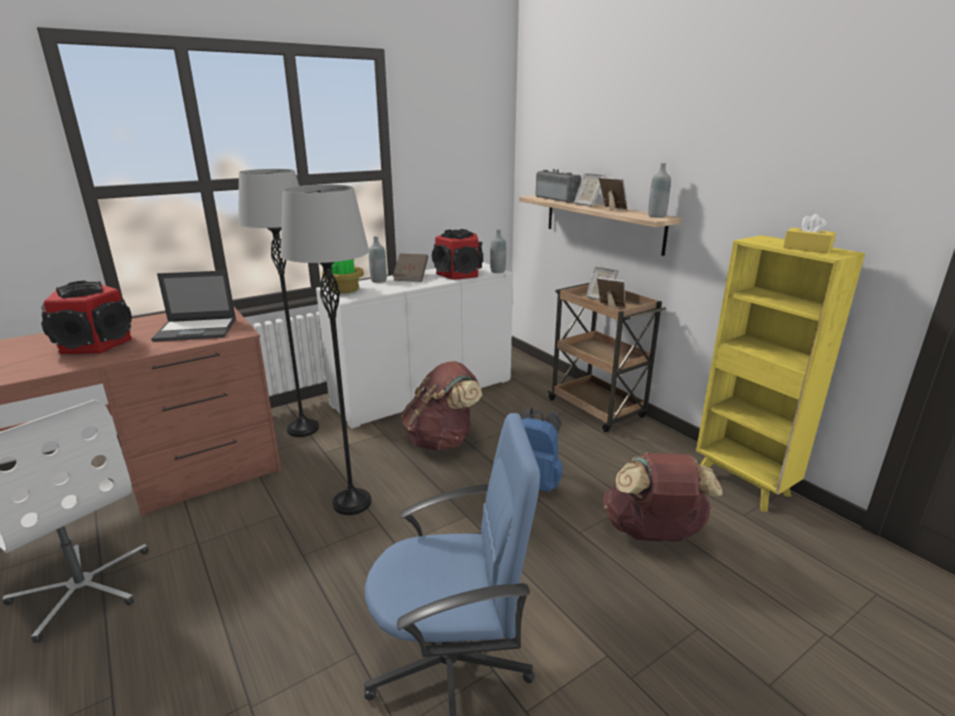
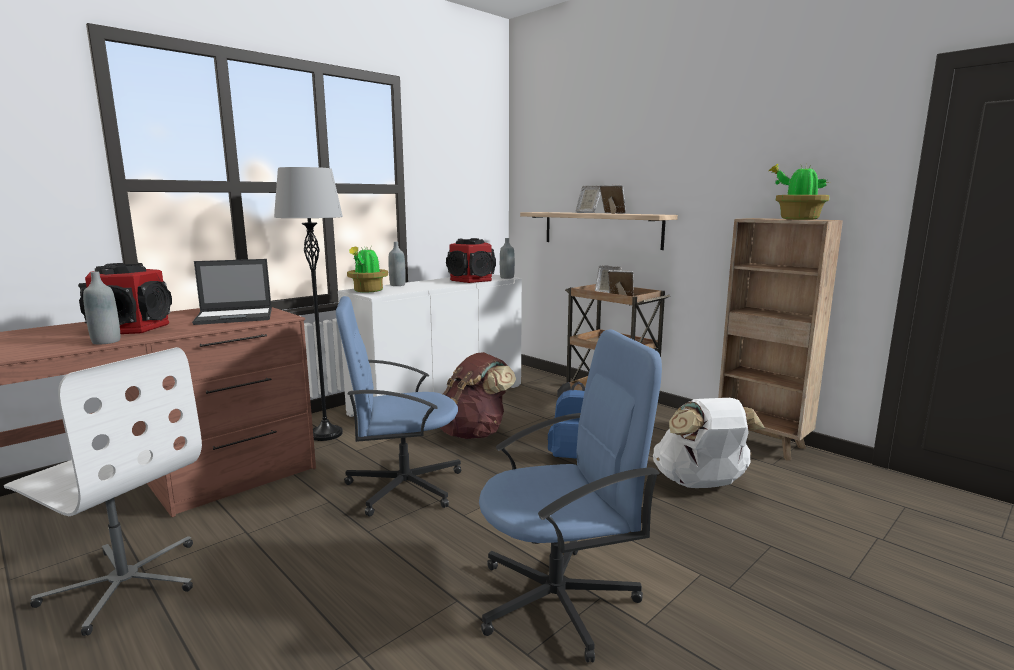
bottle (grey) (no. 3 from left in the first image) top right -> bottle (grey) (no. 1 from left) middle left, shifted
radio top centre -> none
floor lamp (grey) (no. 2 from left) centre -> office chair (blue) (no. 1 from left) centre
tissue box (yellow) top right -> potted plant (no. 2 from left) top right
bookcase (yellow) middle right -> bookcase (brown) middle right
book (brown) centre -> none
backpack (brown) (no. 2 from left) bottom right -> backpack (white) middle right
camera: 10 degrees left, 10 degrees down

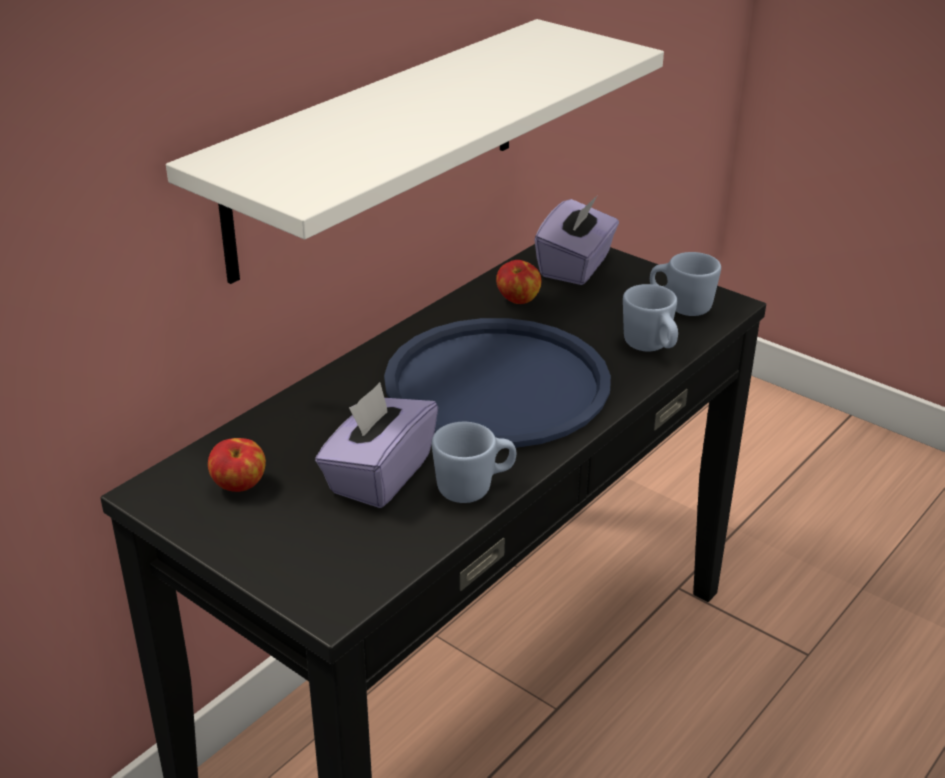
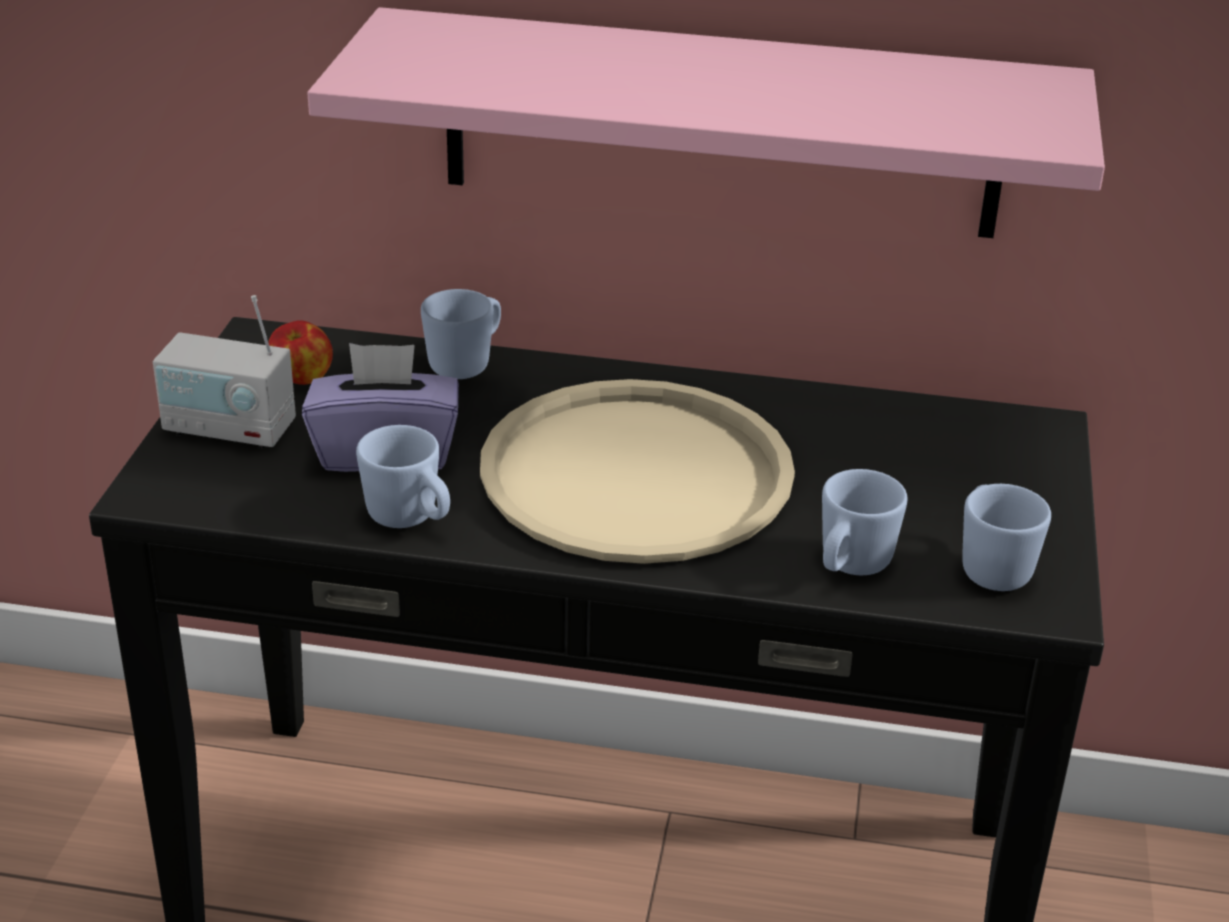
shelf (white) top centre -> shelf (pink) top centre
tissue box (purple) (no. 2 from left) top centre -> none
apple (no. 2 from left) centre -> none
tray (blue) centre -> tray (beige) centre
none -> mug (blue) (no. 2 from left) centre
none -> radio middle left
camera: 60 degrees right, 0 degrees up

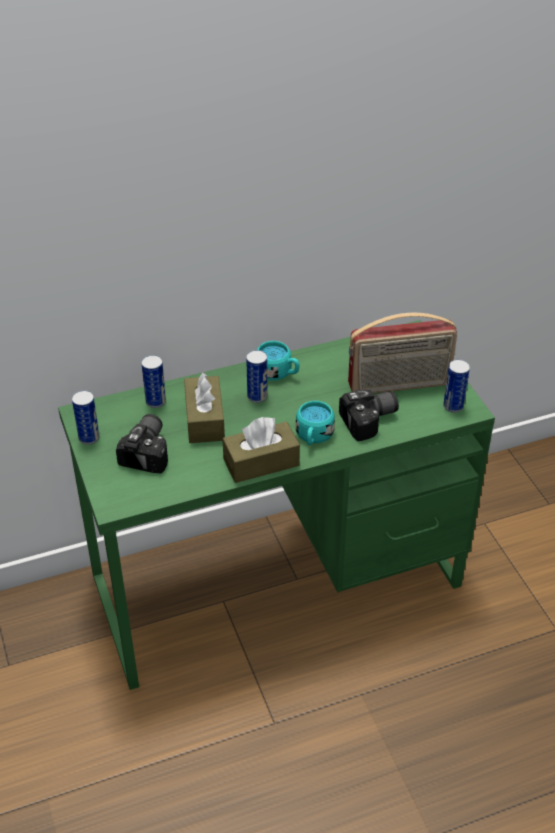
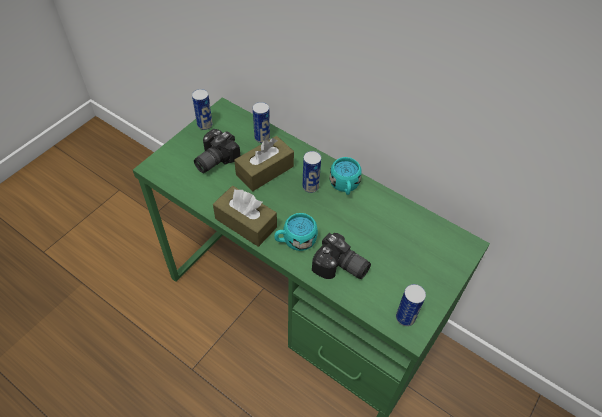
radio middle right -> none
photo camera (no. 1 from left) middle left -> photo camera (no. 1 from left) centre, 150 degrees clockwise
camera: 55 degrees right, 10 degrees up

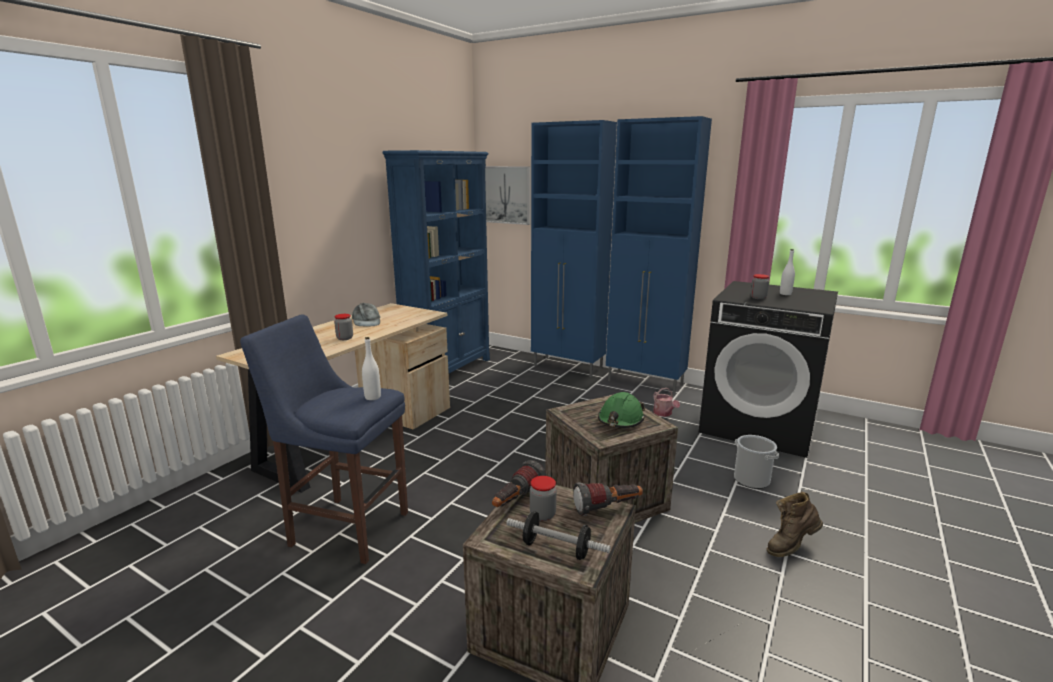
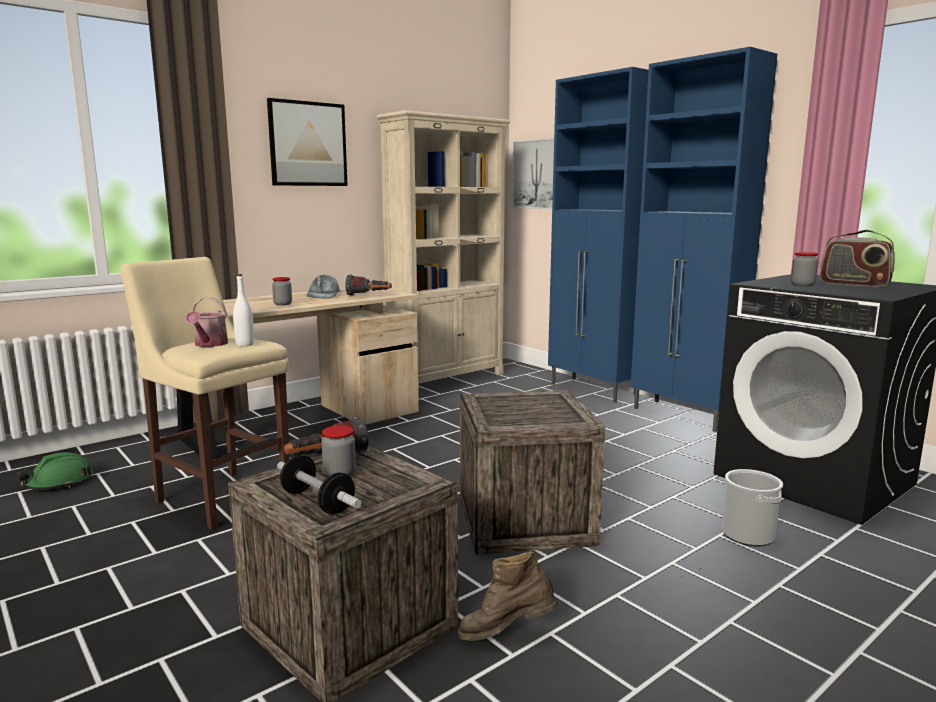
bookcase (blue) centre -> bookcase (beige) centre
bottle (white) (no. 2 from left) middle right -> radio middle right
stool (blue) middle left -> stool (beige) middle left
watering can centre -> watering can middle left, shifted
hard hat (green) centre -> hard hat (green) bottom left, shifted
flashlight (no. 2 from left) bottom centre -> flashlight (no. 2 from left) centre, shifted
boot (brown) bottom right -> boot (brown) bottom centre, shifted
none -> picture (no. 1 from left) top left
camera: 20 degrees right, 5 degrees down

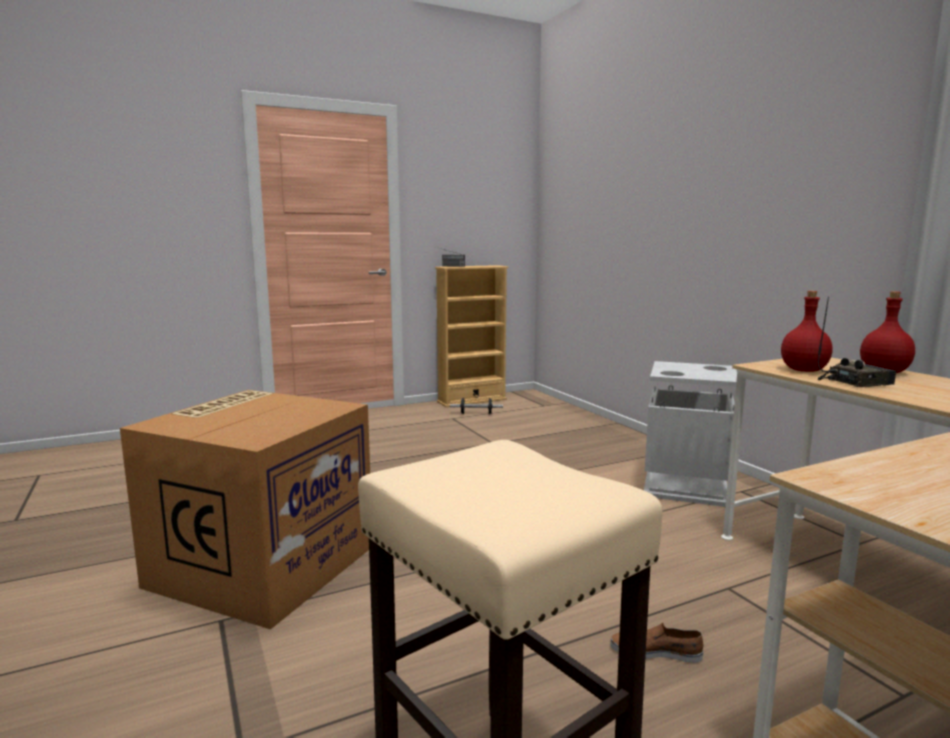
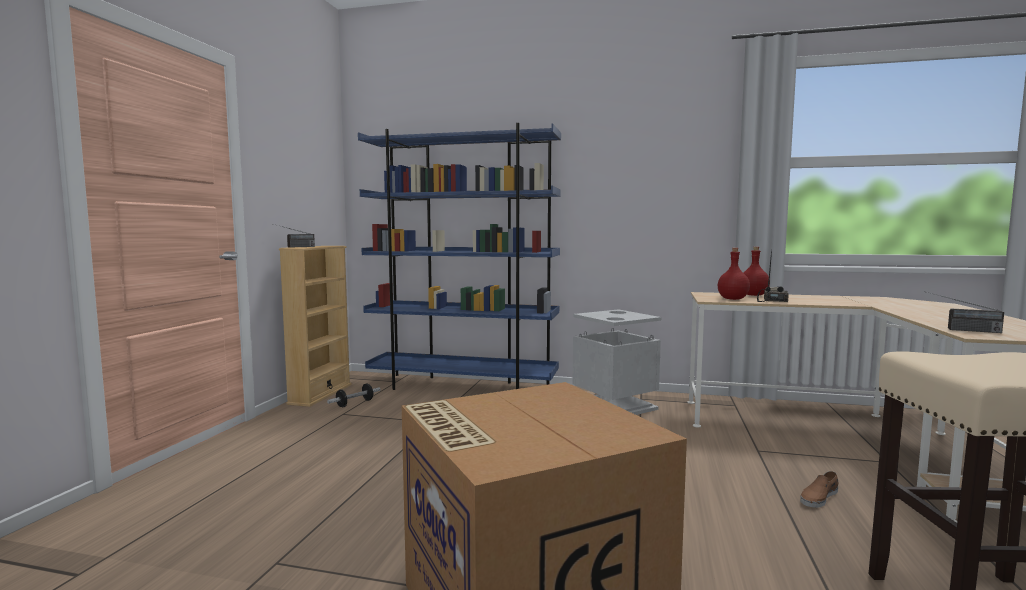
none -> bookcase (blue) centre
none -> radio (no. 3 from left) middle right
camera: 50 degrees left, 5 degrees down

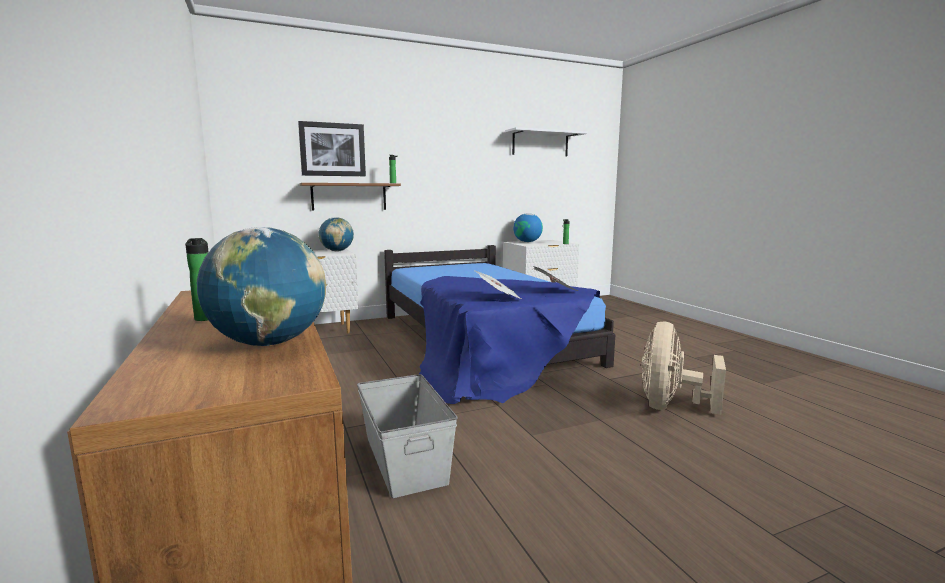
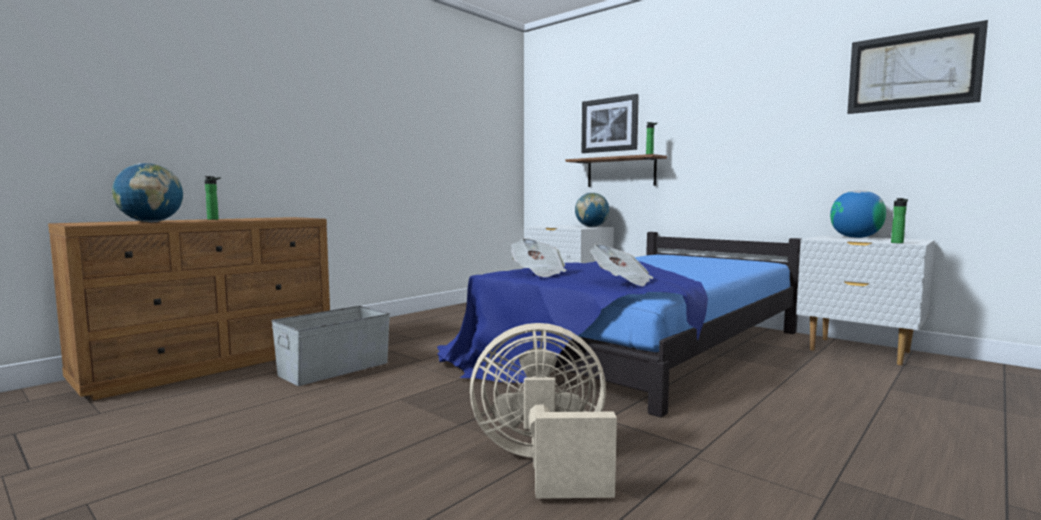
shelf (white) top centre -> picture (no. 2 from left) top right
camera: 65 degrees right, 5 degrees down

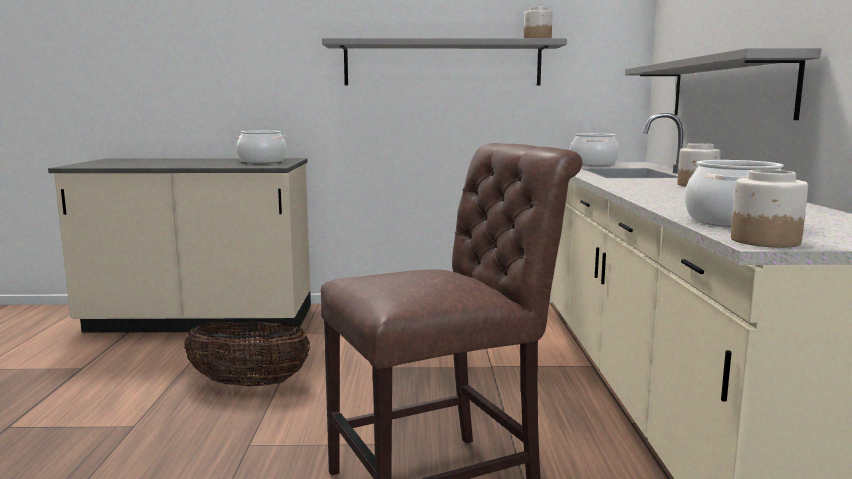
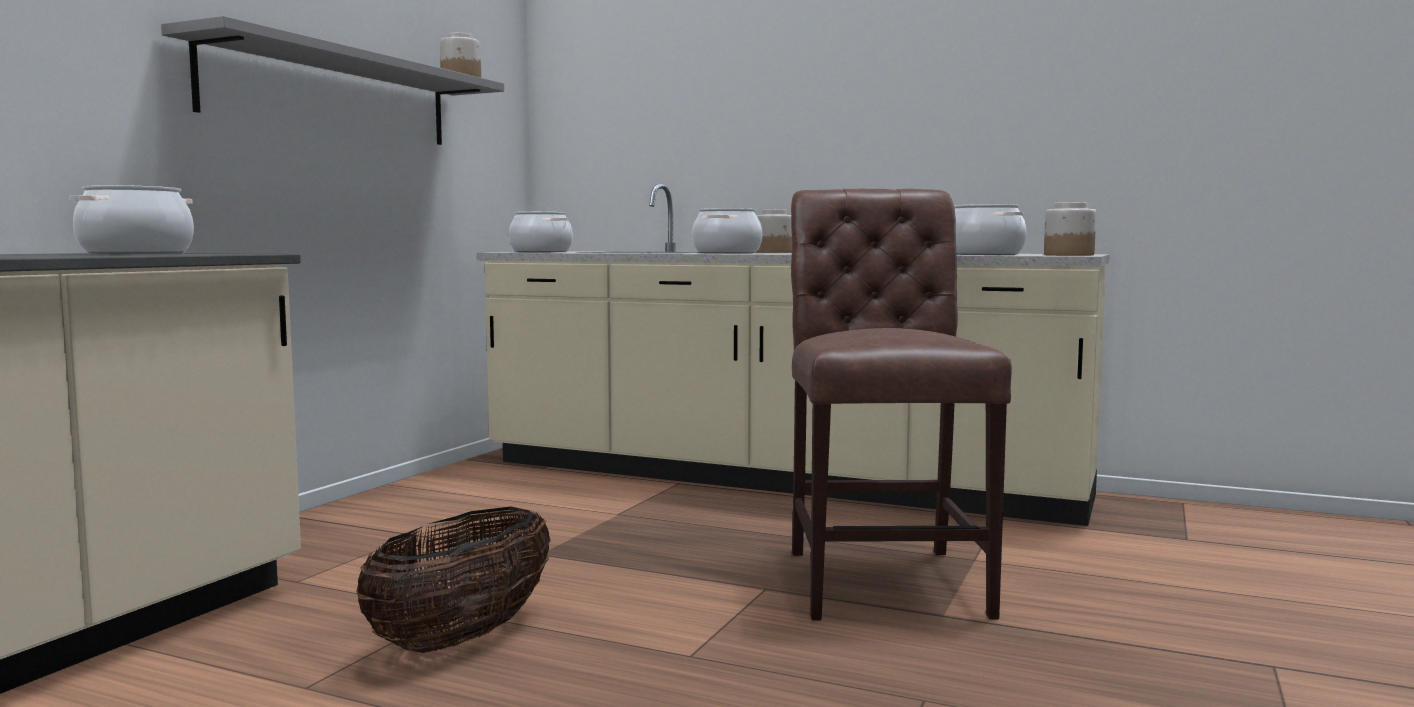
shelf (grey) (no. 2 from left) top right -> none
none -> cooking pot (no. 3 from left) top centre
camera: 65 degrees left, 5 degrees down

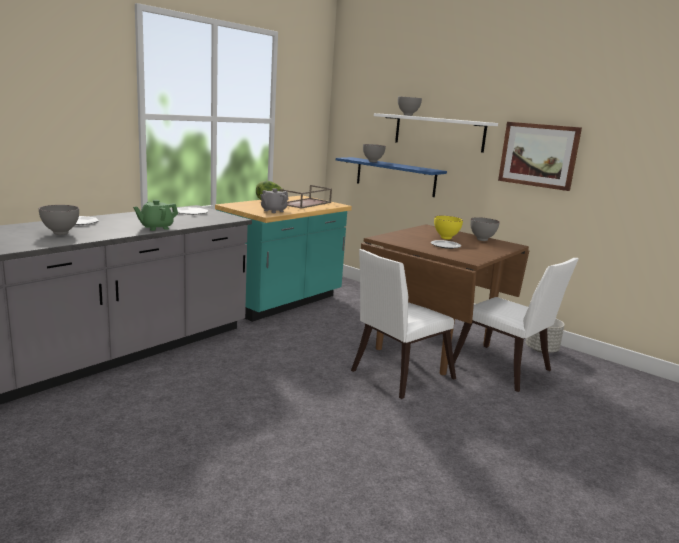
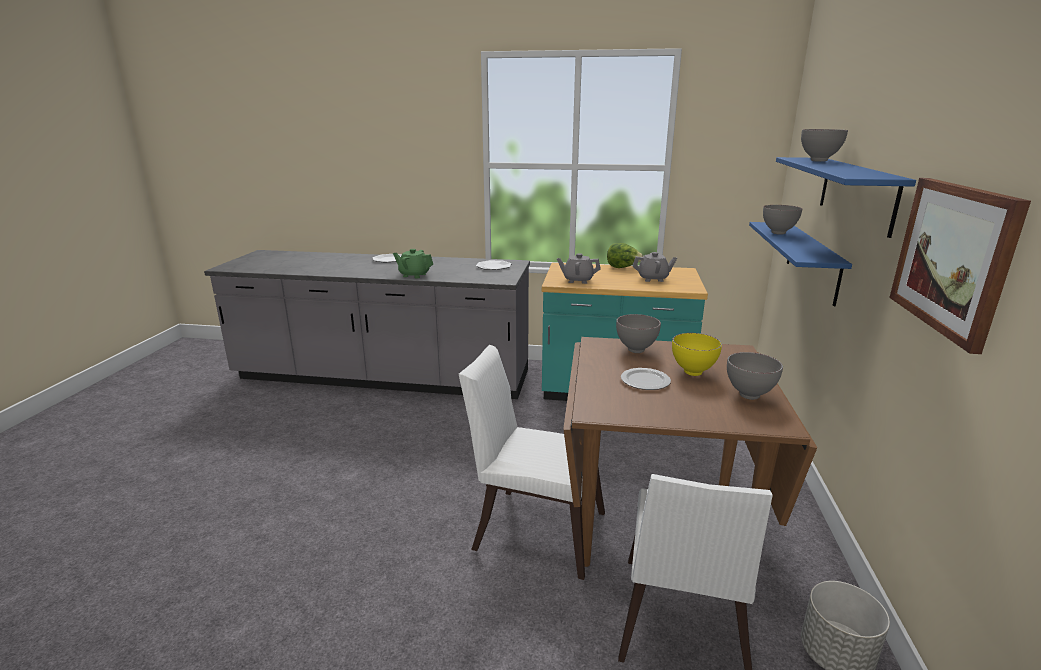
shelf (white) top centre -> shelf (blue) (no. 2 from left) top right
tray (brown) centre -> teapot (grey) (no. 2 from left) centre
bowl (grey) (no. 1 from left) middle left -> bowl (grey) (no. 1 from left) centre, shifted
camera: 60 degrees right, 5 degrees up

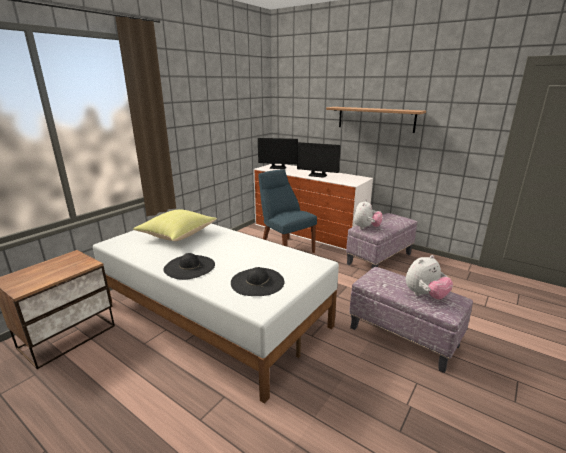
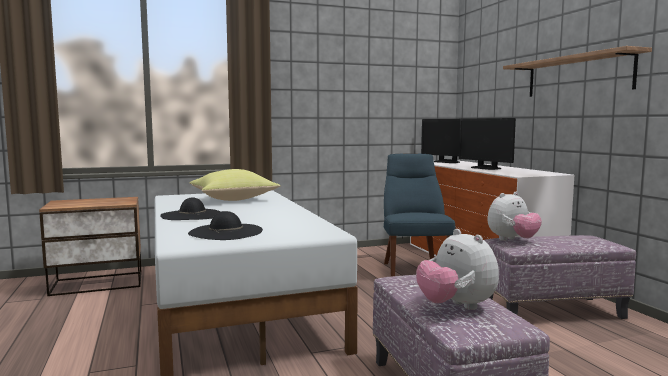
plush toy (no. 2 from left in the first image) middle right -> plush toy (no. 1 from left) bottom right, 60 degrees clockwise
camera: 35 degrees right, 15 degrees down

